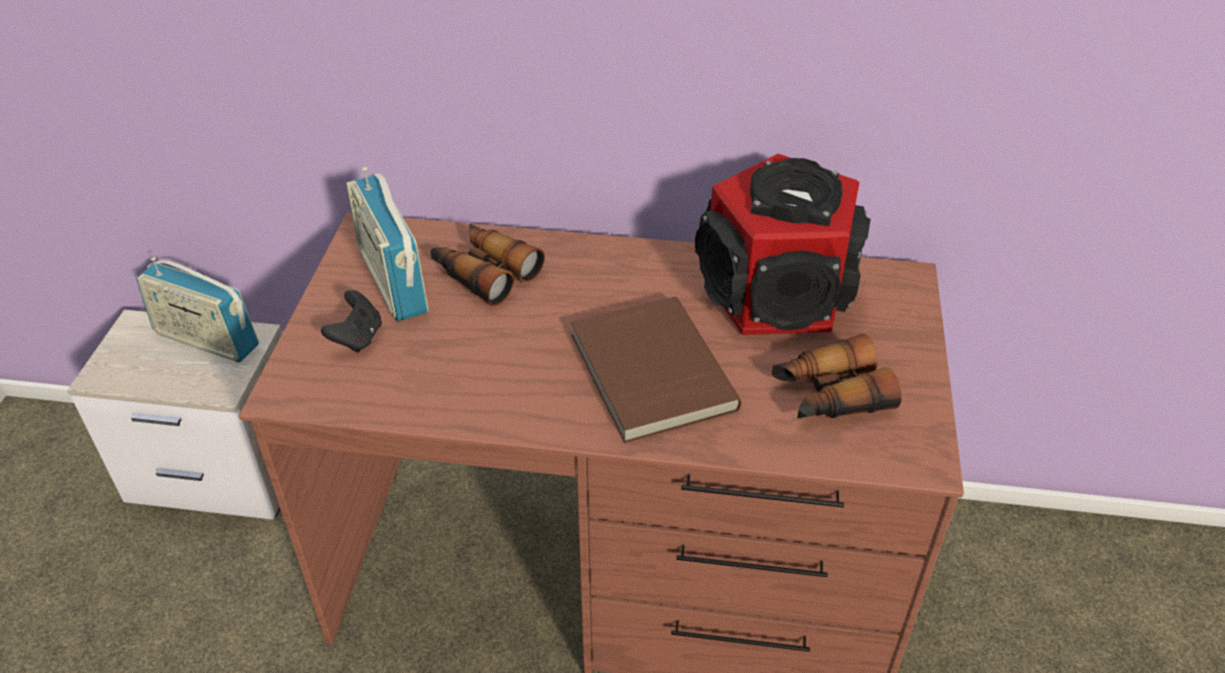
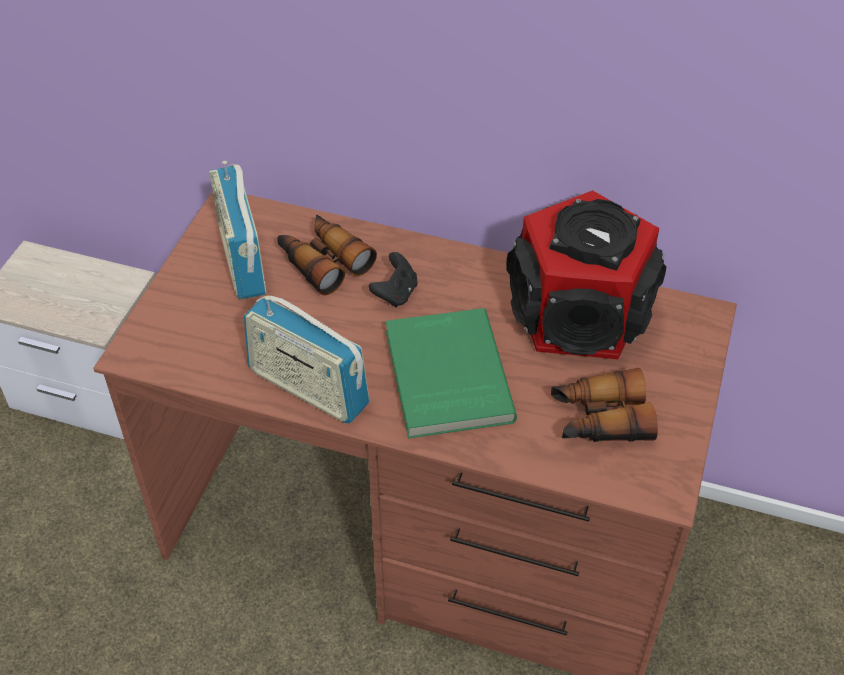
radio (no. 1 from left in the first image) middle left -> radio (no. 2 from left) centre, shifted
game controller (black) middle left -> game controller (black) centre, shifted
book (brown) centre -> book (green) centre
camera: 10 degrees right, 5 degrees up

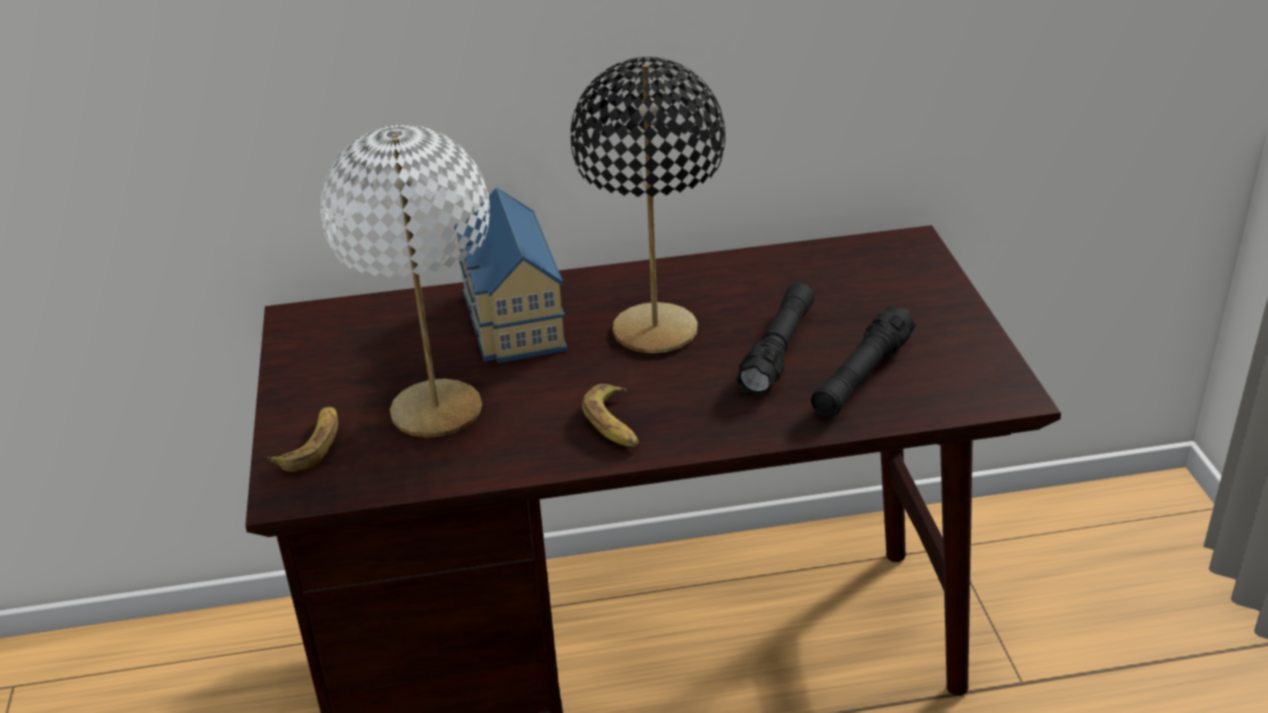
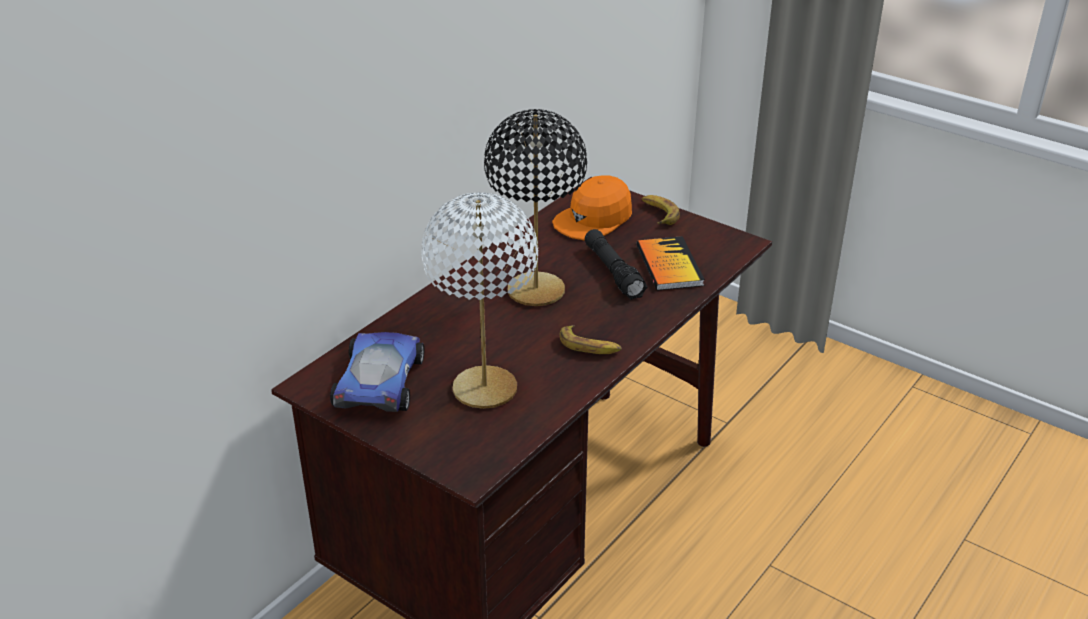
toy house centre -> none
flashlight (black) (no. 2 from left) middle right -> book centre
banana (no. 1 from left in the first image) middle left -> banana (no. 2 from left) centre, shifted
none -> cap (orange) centre
none -> toy car centre
camera: 45 degrees left, 0 degrees up

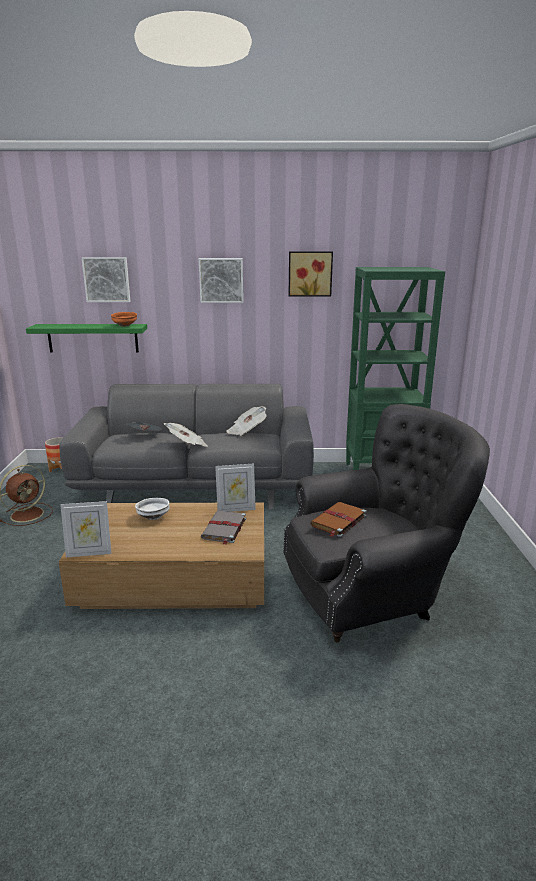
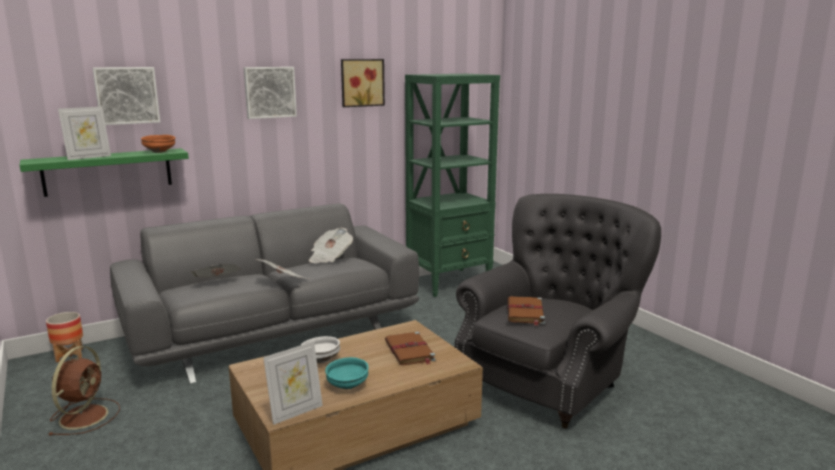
picture frame (no. 2 from left in the first image) centre -> picture frame (no. 1 from left) top left, shifted
book (grey) centre -> book (brown) (no. 1 from left) bottom centre
none -> bowl (turquoise) bottom centre
camera: 30 degrees left, 5 degrees down

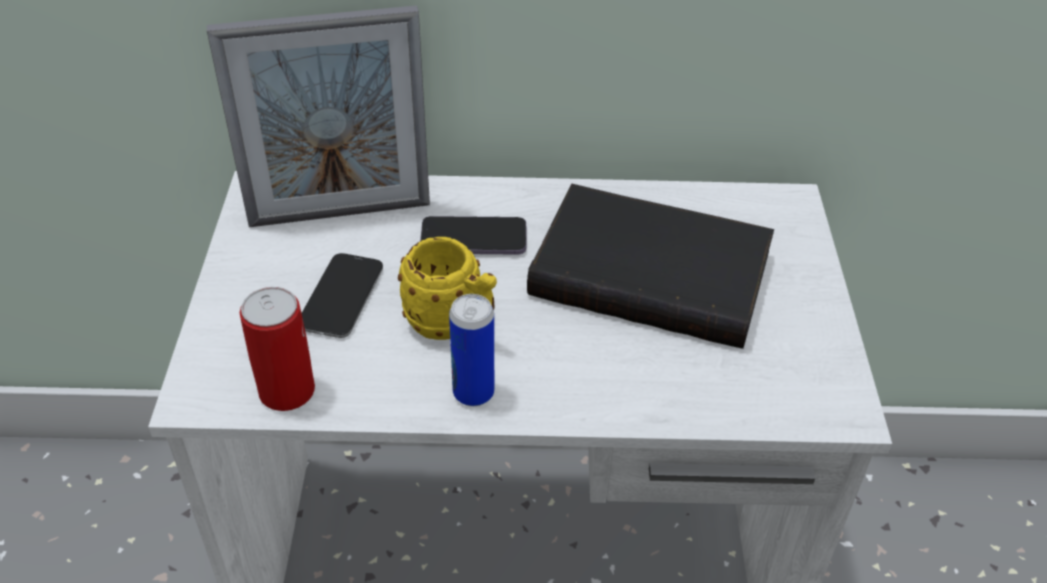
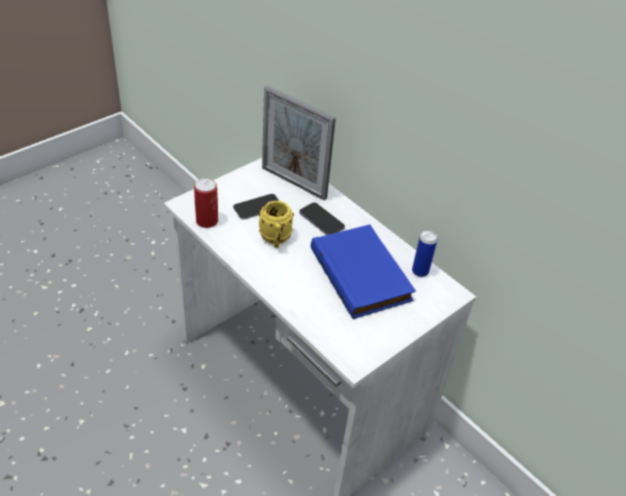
book (black) centre -> book (blue) centre
can (no. 2 from left) centre -> can (no. 2 from left) middle right, shifted
camera: 45 degrees right, 0 degrees up

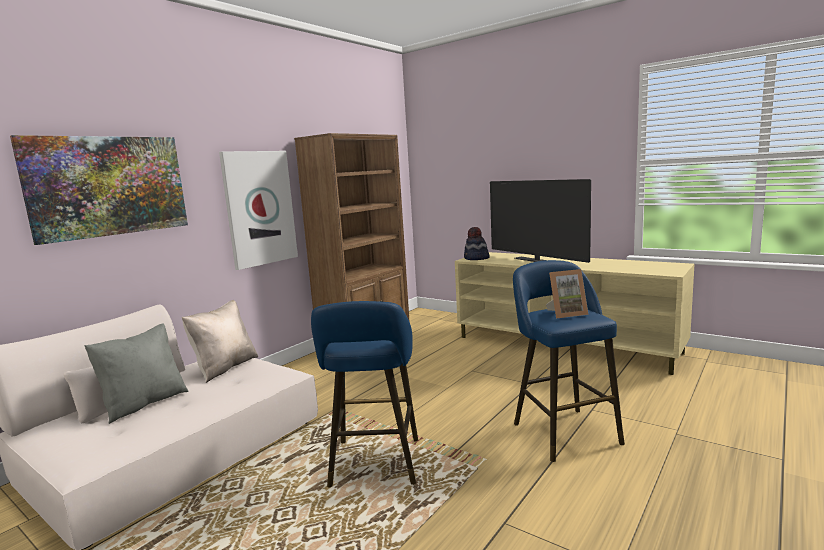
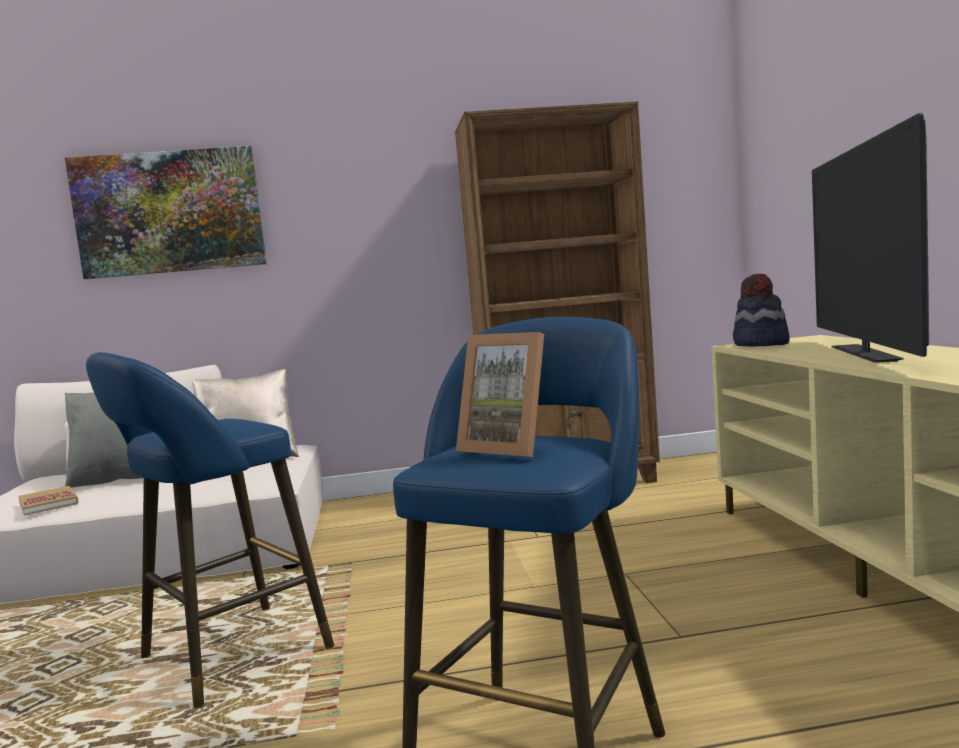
picture (no. 2 from left) middle left -> none
none -> book bottom left
camera: 45 degrees right, 5 degrees down

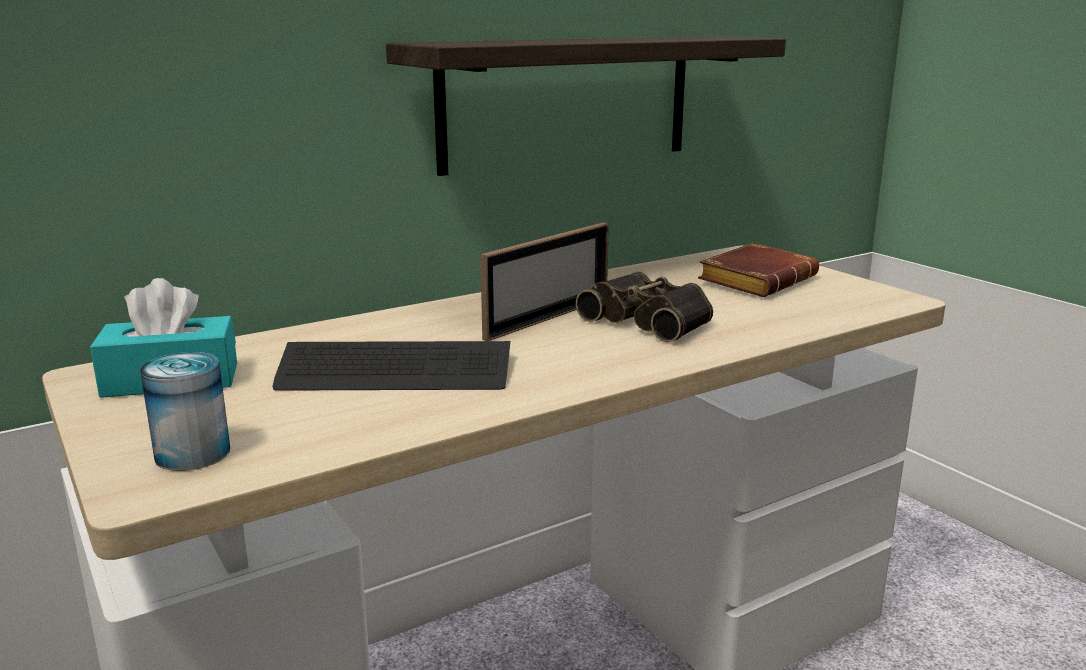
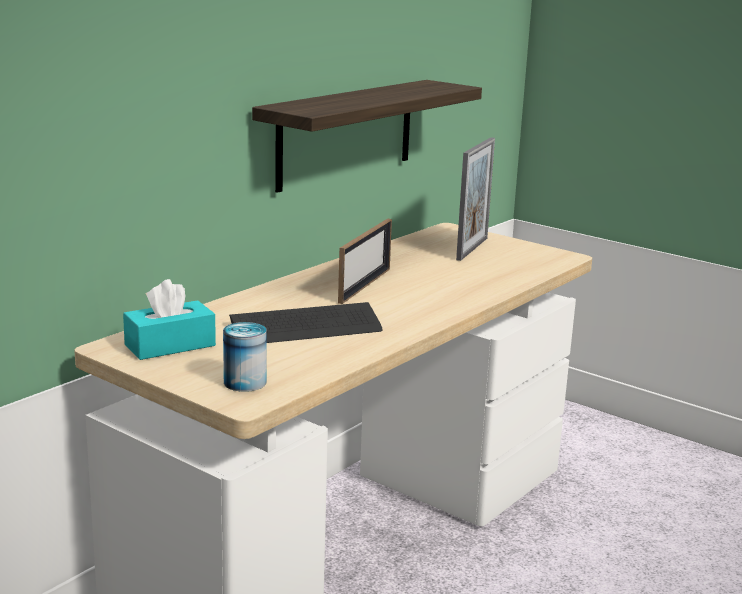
book (brown) middle right -> picture frame (no. 2 from left) centre
binoculars centre -> none
camera: 20 degrees left, 0 degrees up

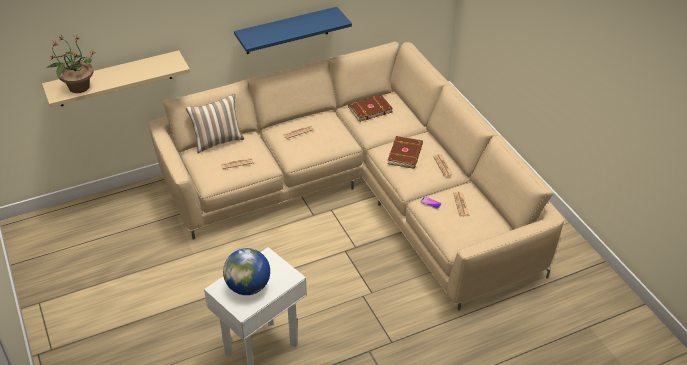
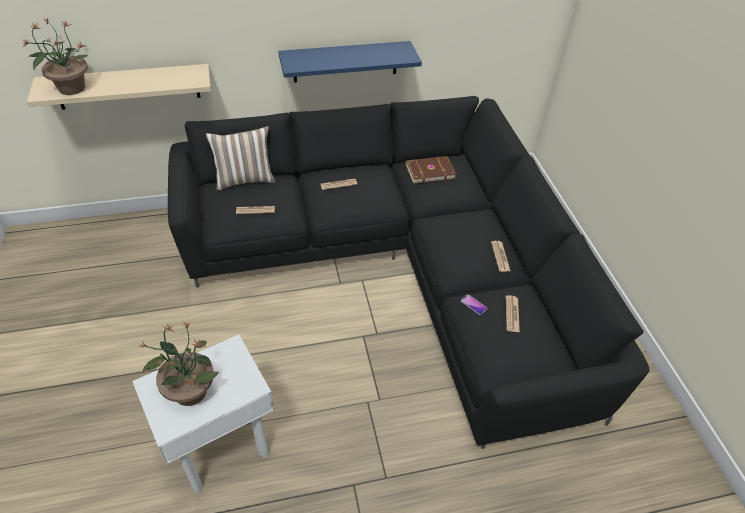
sofa (beige) centre -> sofa (black) centre
book (brown) (no. 2 from left) centre -> none
globe bottom centre -> potted plant (no. 2 from left) bottom left
camera: 10 degrees right, 5 degrees up

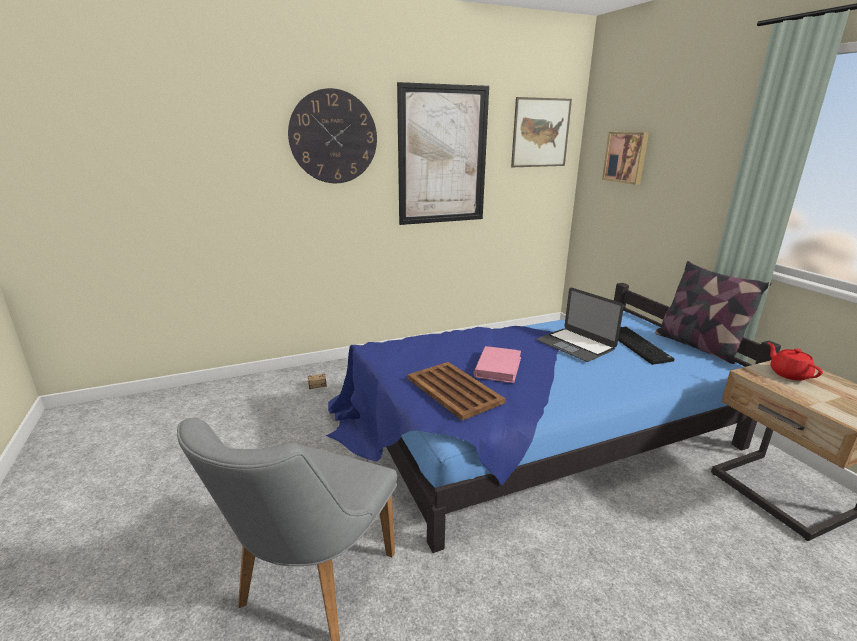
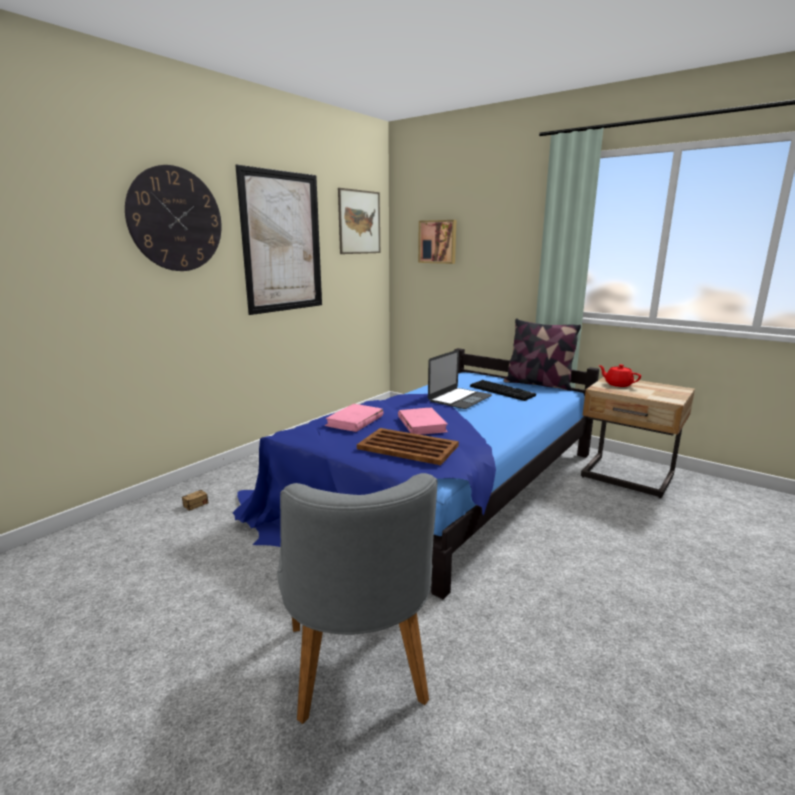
laptop middle right -> laptop centre, 75 degrees counterclockwise
none -> book (pink) (no. 1 from left) centre
camera: 30 degrees left, 5 degrees down

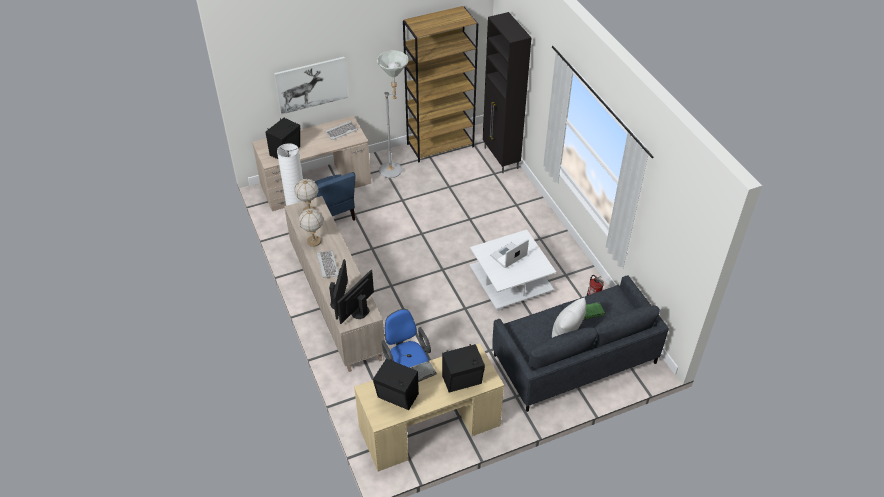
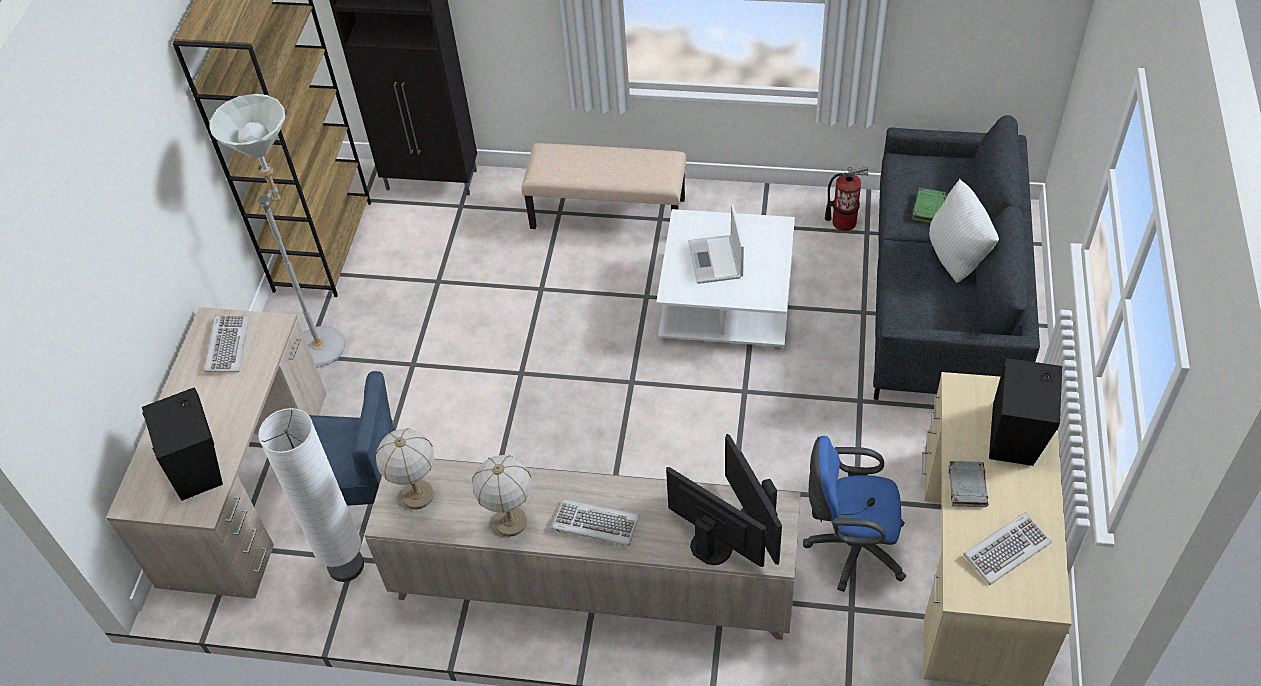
picture top centre -> none
speaker (black) (no. 2 from left) bottom centre -> keyboard (no. 3 from left) bottom right
none -> bench (beige) top centre
camera: 55 degrees left, 5 degrees up

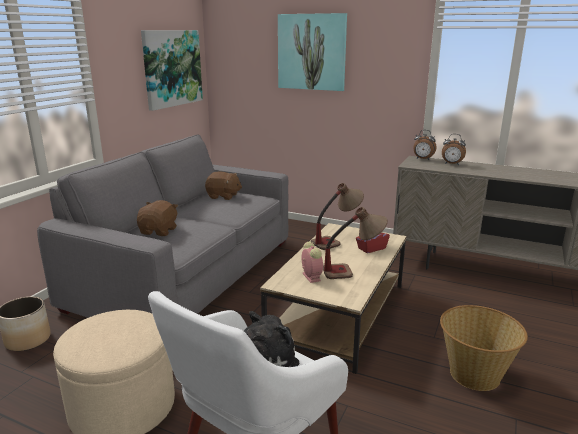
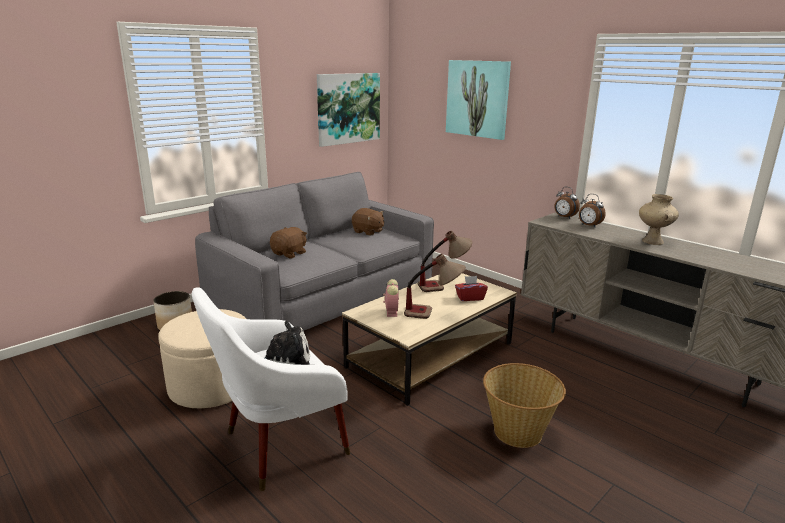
none -> vase (beige) middle right
camera: 20 degrees right, 0 degrees up

